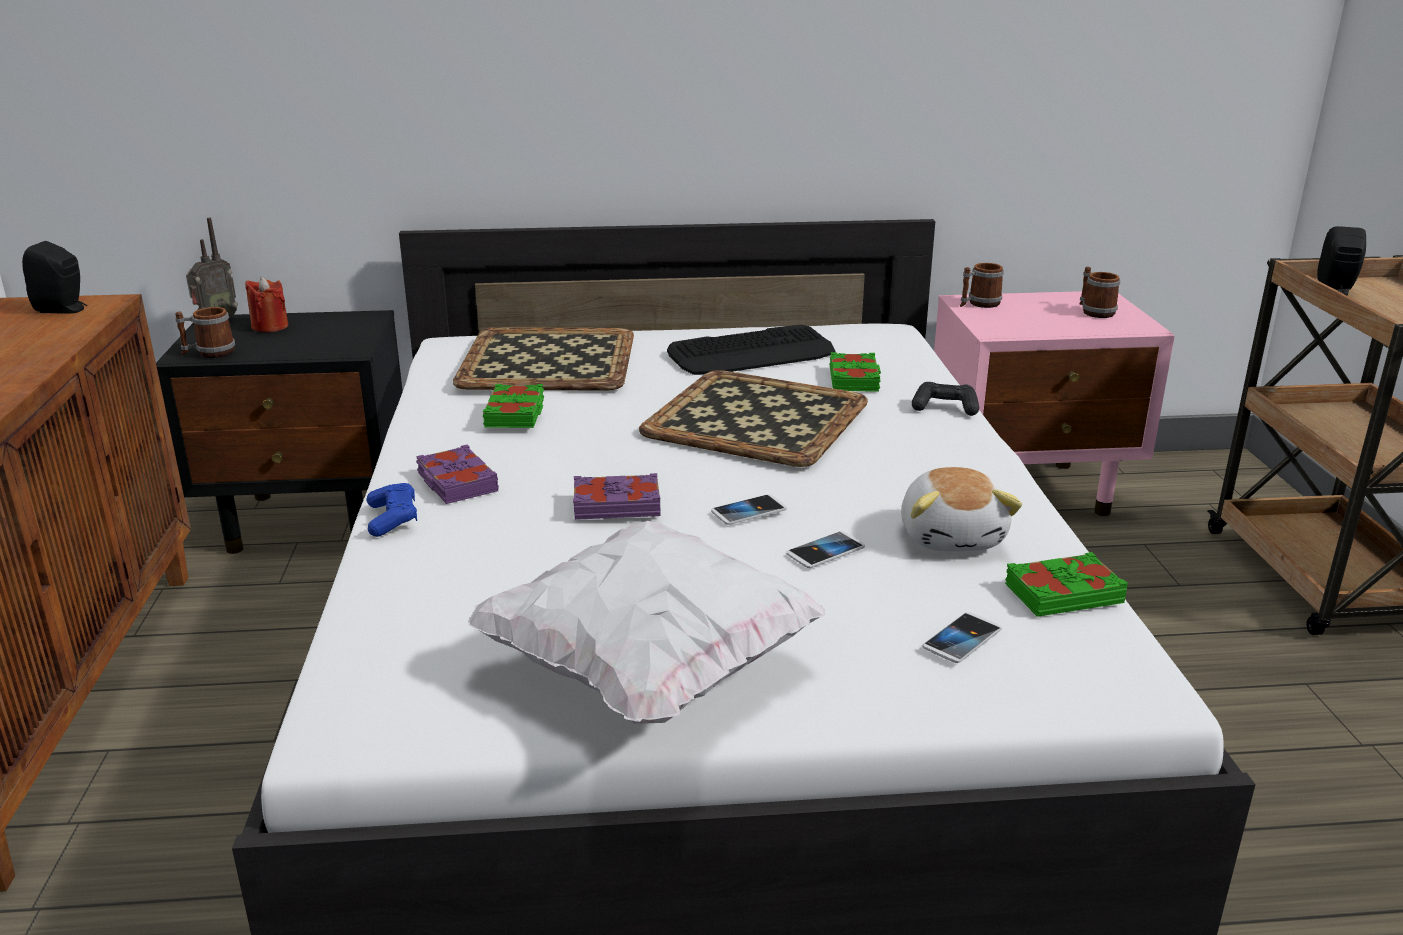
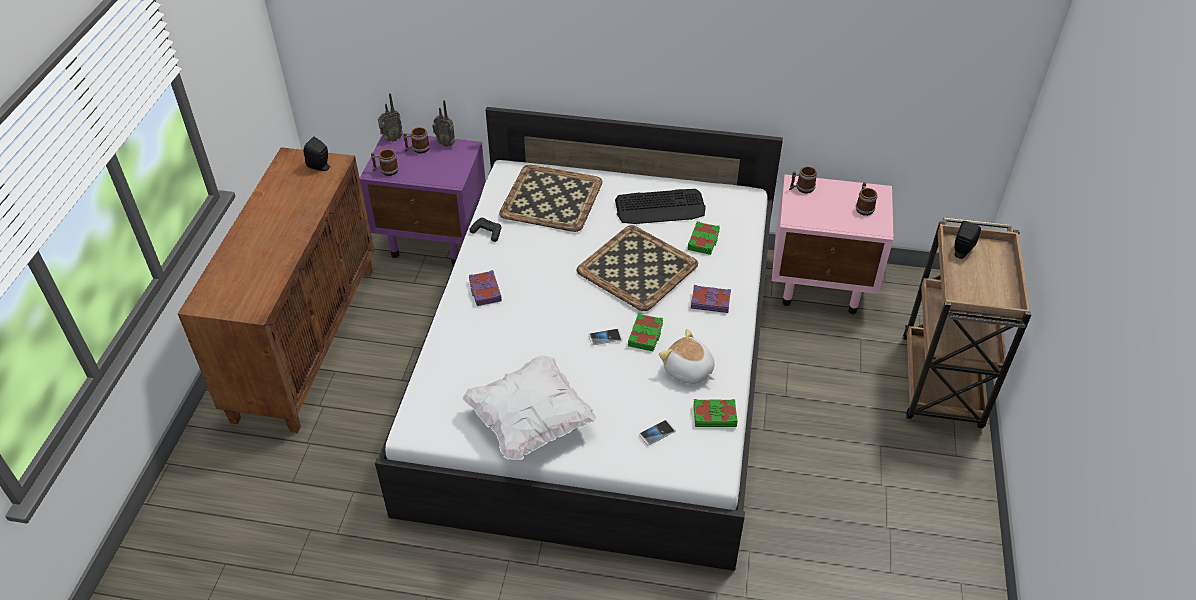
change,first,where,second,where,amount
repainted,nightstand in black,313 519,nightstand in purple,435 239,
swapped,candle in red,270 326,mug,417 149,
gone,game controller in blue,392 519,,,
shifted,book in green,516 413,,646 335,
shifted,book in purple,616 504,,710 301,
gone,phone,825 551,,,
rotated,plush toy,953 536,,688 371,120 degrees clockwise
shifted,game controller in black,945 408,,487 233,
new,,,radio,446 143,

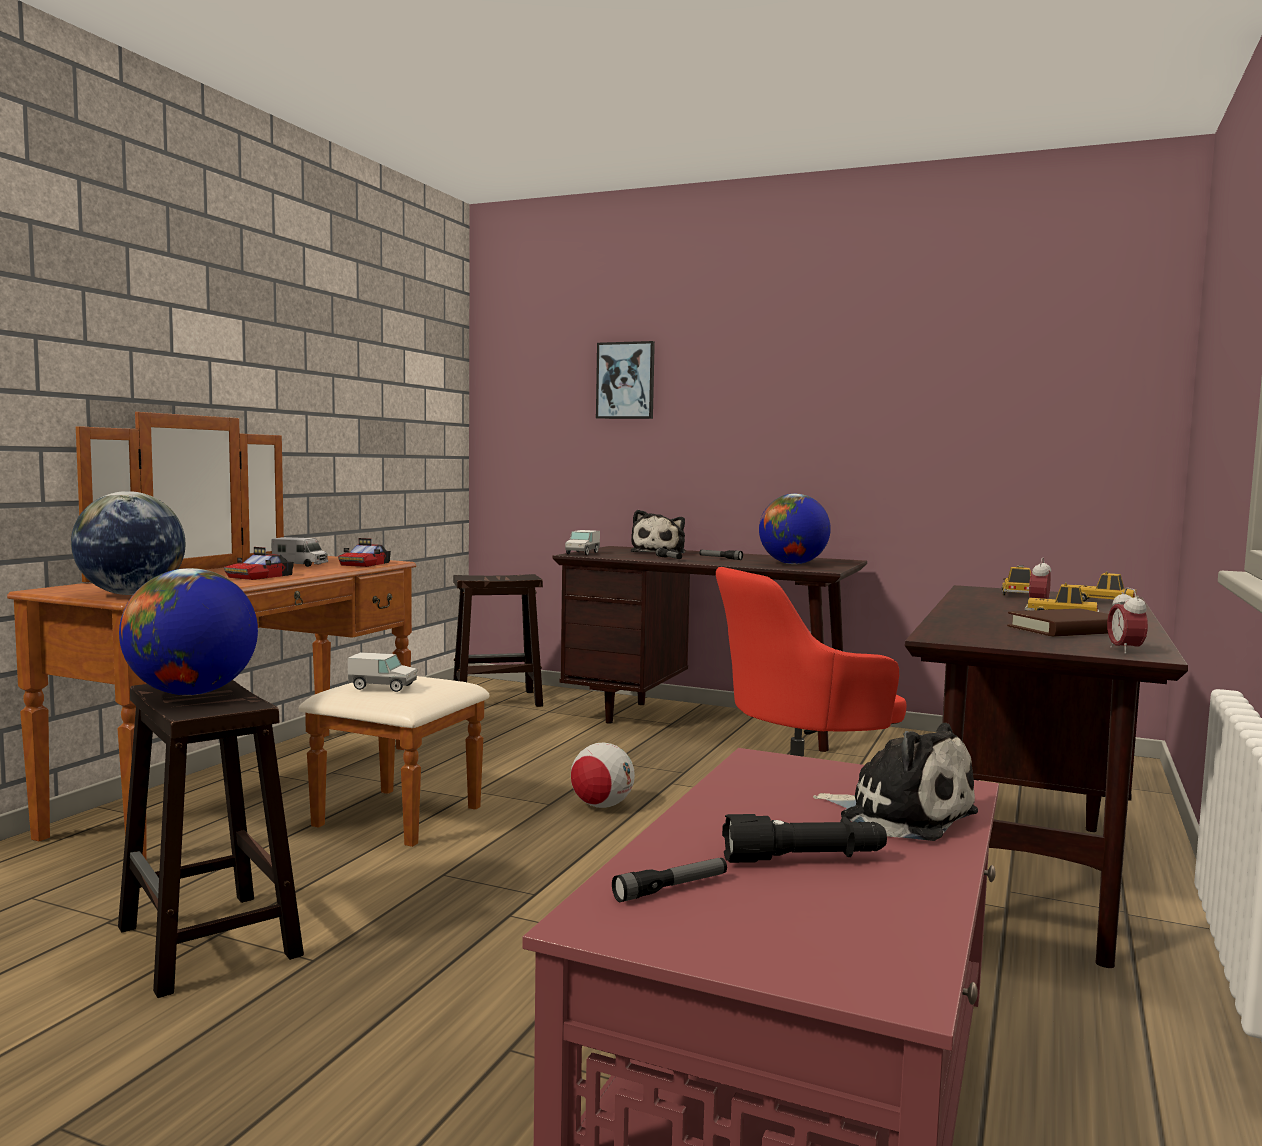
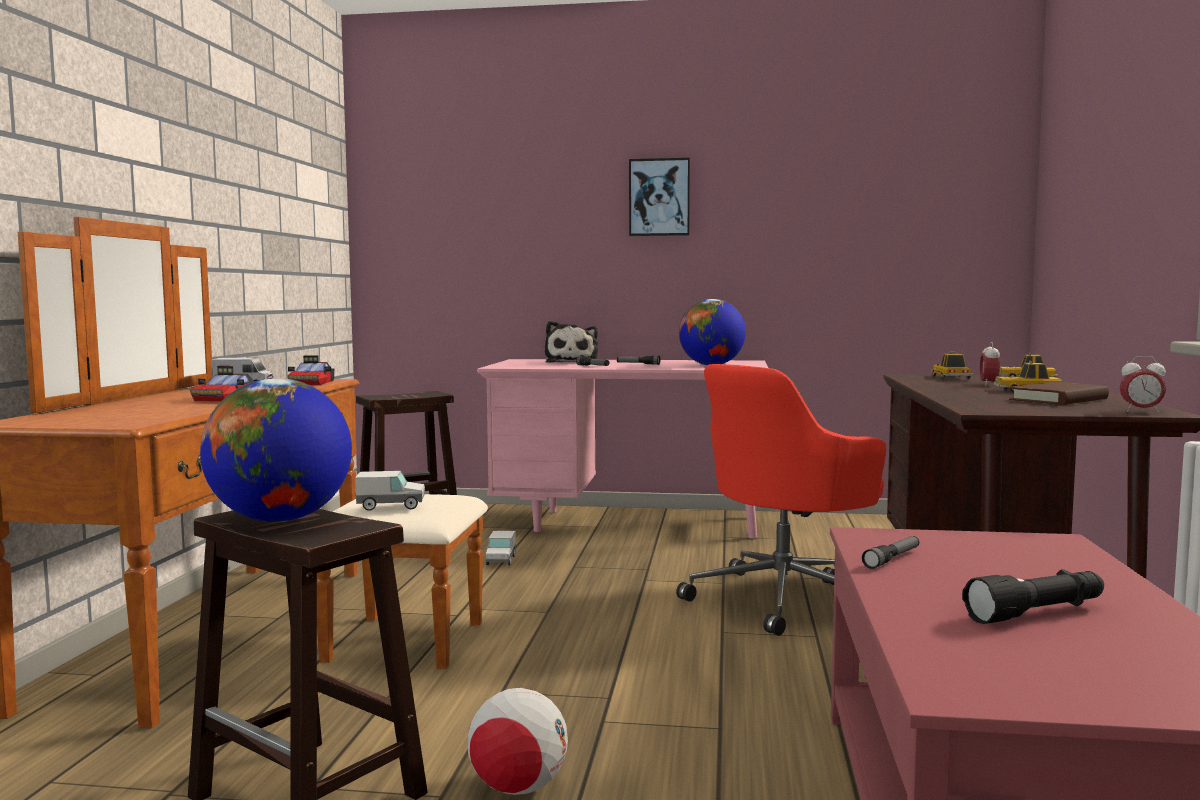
change,first,where,second,where,amount
gone,globe,130 594,,,
repainted,desk in brown,706 723,desk in pink,628 523,
shifted,toy truck,582 553,,501 560,
shifted,football,602 806,,518 788,
shifted,picture,626 380,,659 197,
shifted,flashlight,671 888,,892 559,
gone,plush toy,900 815,,,
rotated,alarm clock,1125 651,,1141 411,60 degrees counterclockwise

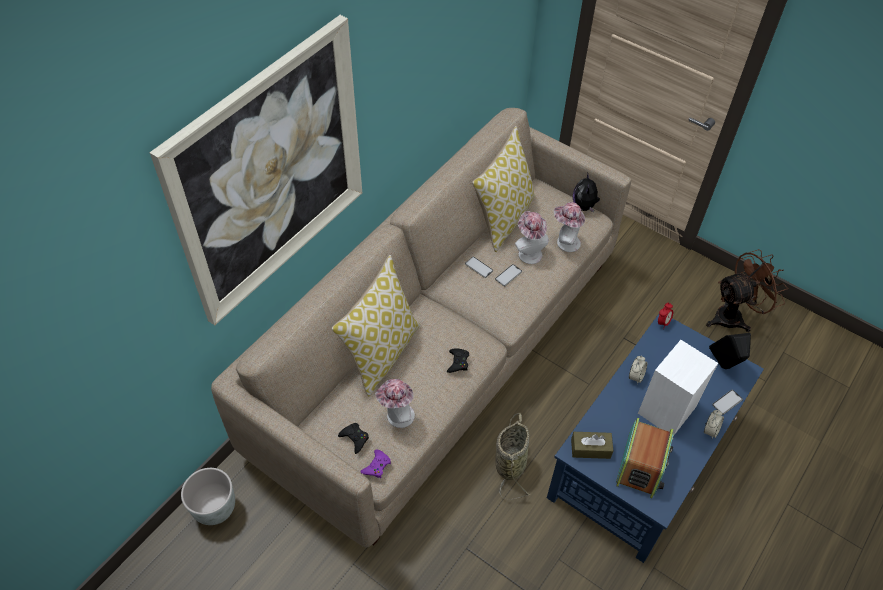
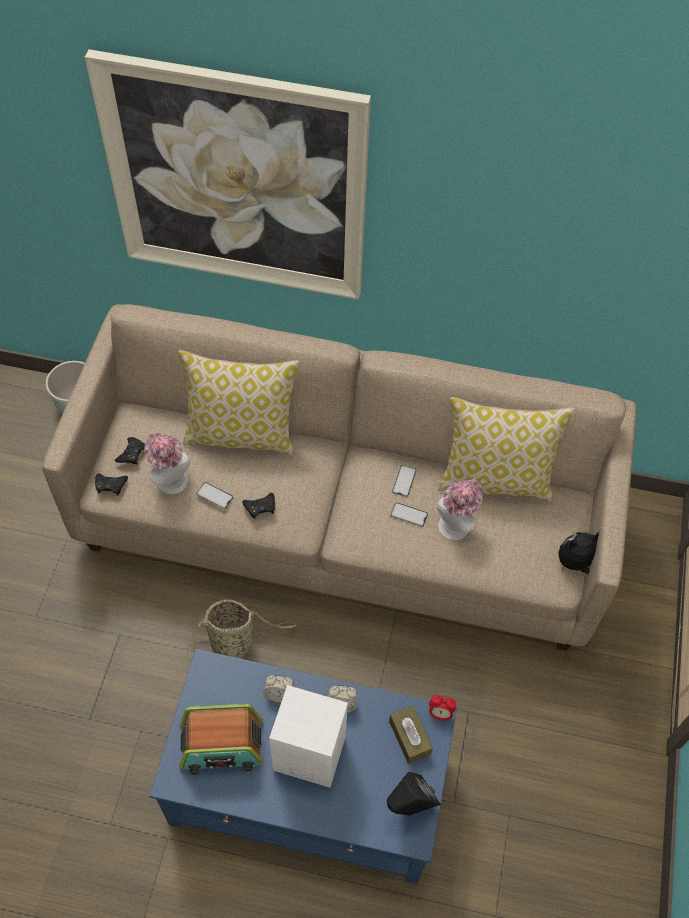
change,first,where,second,where,amount
repainted,game controller in purple,376 466,game controller in black,110 485,
gone,hat,565 242,,,
shifted,tissue box in brown,590 449,,409 737,
shifted,alarm clock,710 430,,279 694,
gone,fan in brown,734 316,,,
shifted,phone,727 402,,214 495,

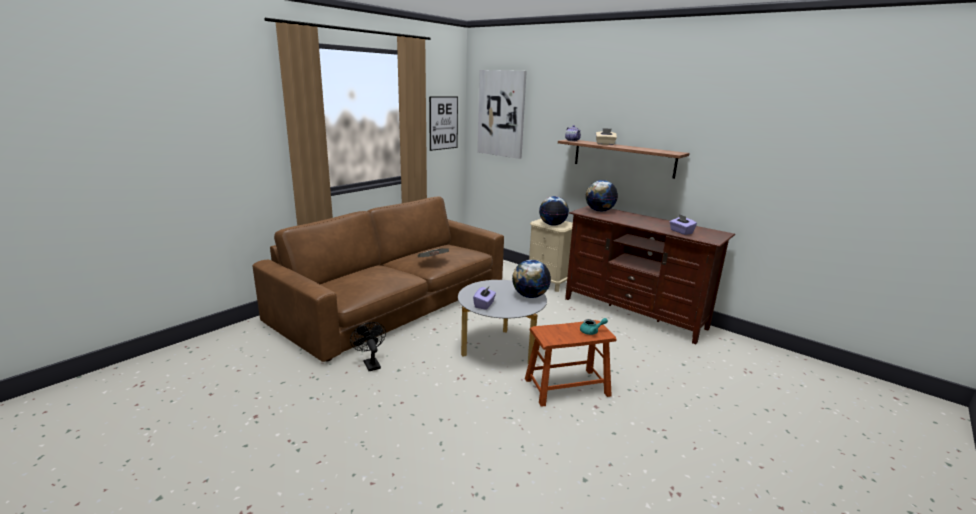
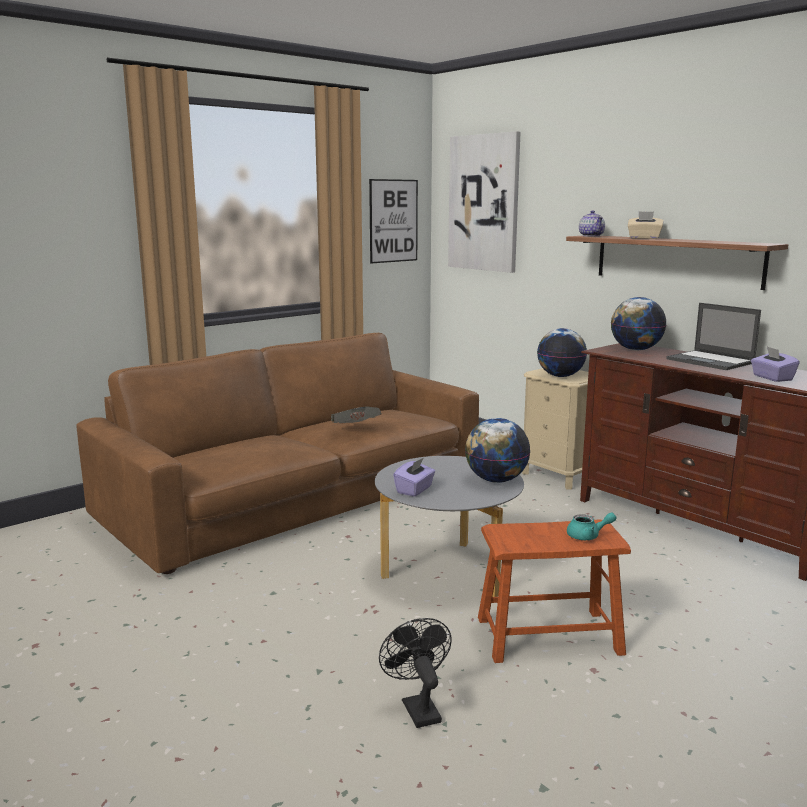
change,first,where,second,where,amount
shifted,fan in black,370 363,,417 707,
new,,,laptop,711 361,

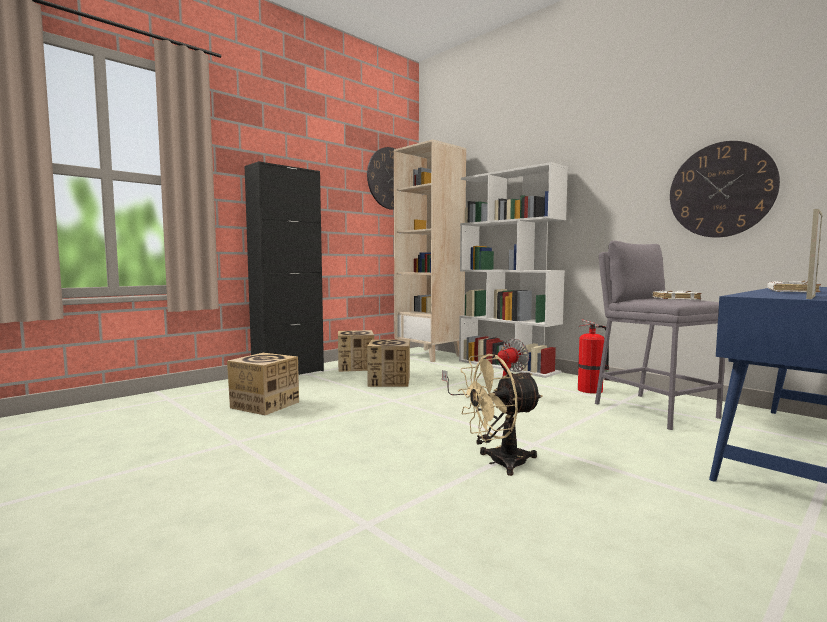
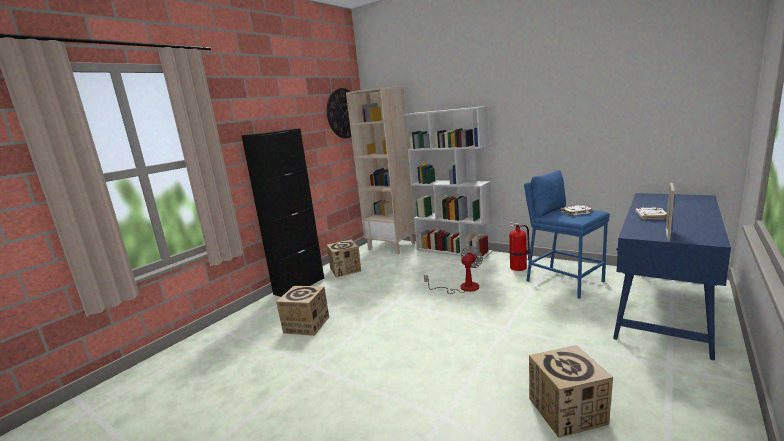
change,first,where,second,where,amount
shifted,cardboard box,389 381,,567 411,
gone,fan in beige,499 463,,,
repainted,stool in grey,654 410,stool in blue,564 281,
gone,wall clock,721 190,,,

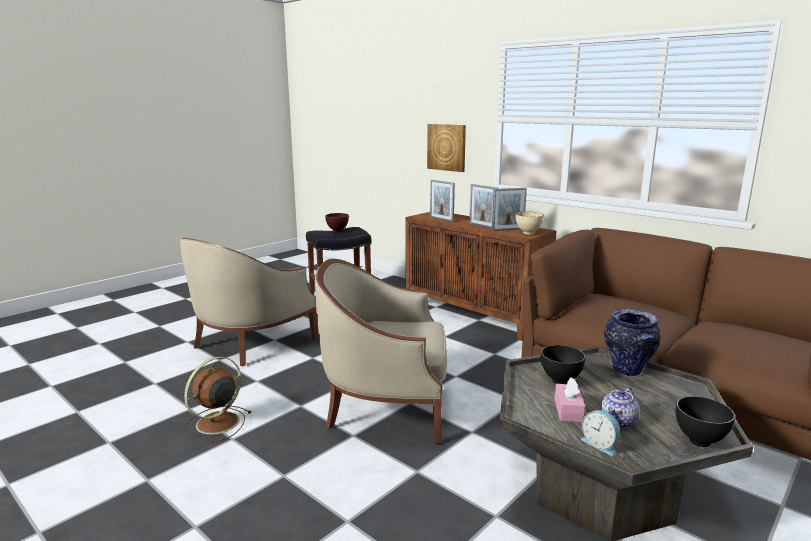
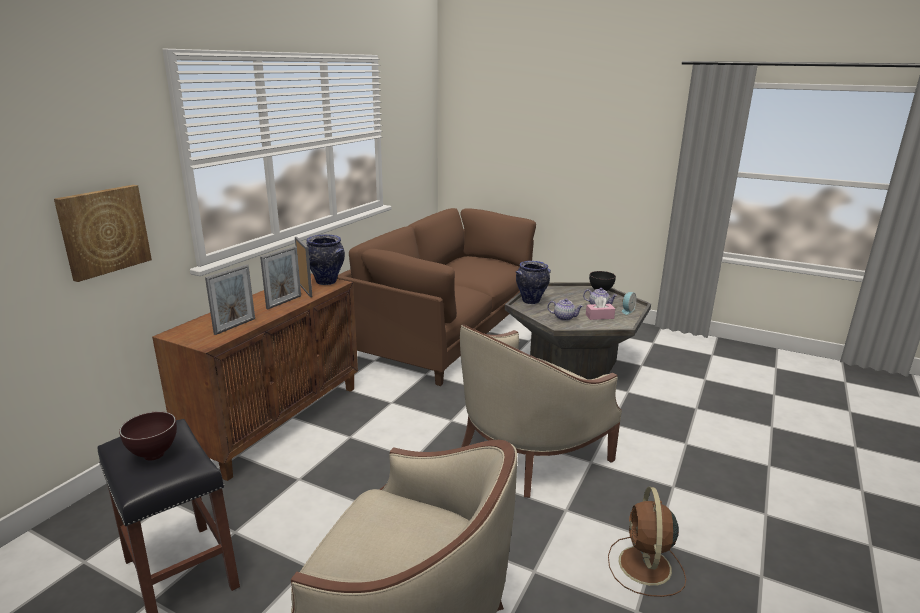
change,first,where,second,where,amount
rotated,fan in brown,216 424,,645 567,75 degrees clockwise
rotated,armchair in beige,387 404,,528 452,60 degrees clockwise
swapped,bowl in beige,528 234,vase,327 282,
swapped,bowl in black,561 382,teapot,564 317,

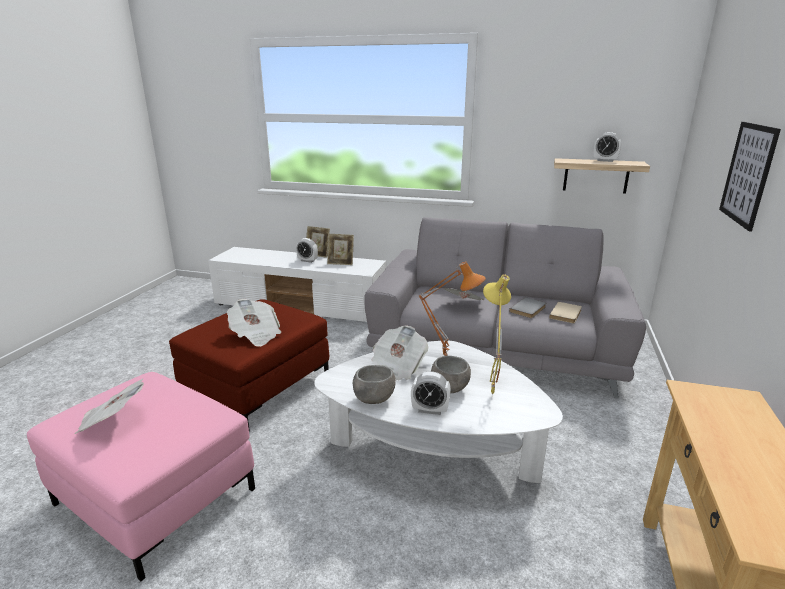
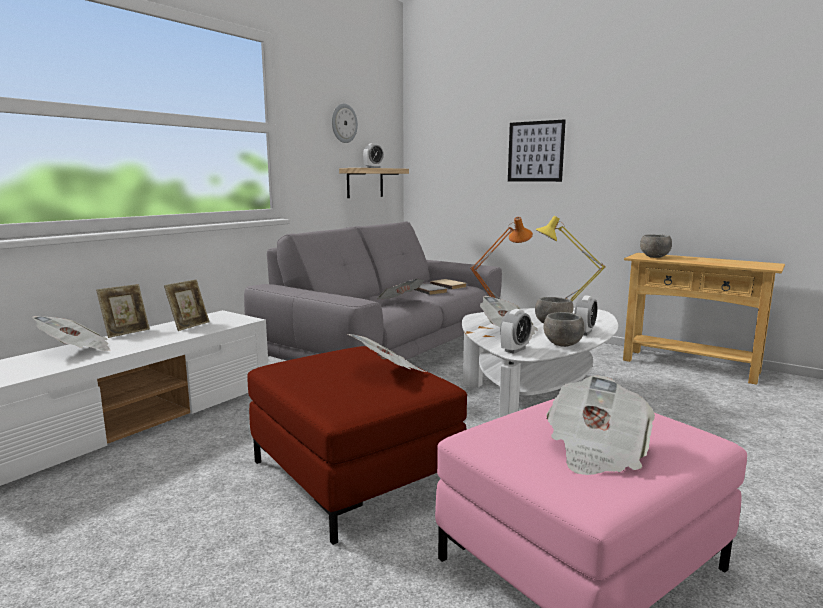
change,first,where,second,where,amount
shifted,alarm clock,307 261,,514 350,
new,,,newspaper,77 350,
new,,,wall clock,343 123,
new,,,bowl in grey,654 257,

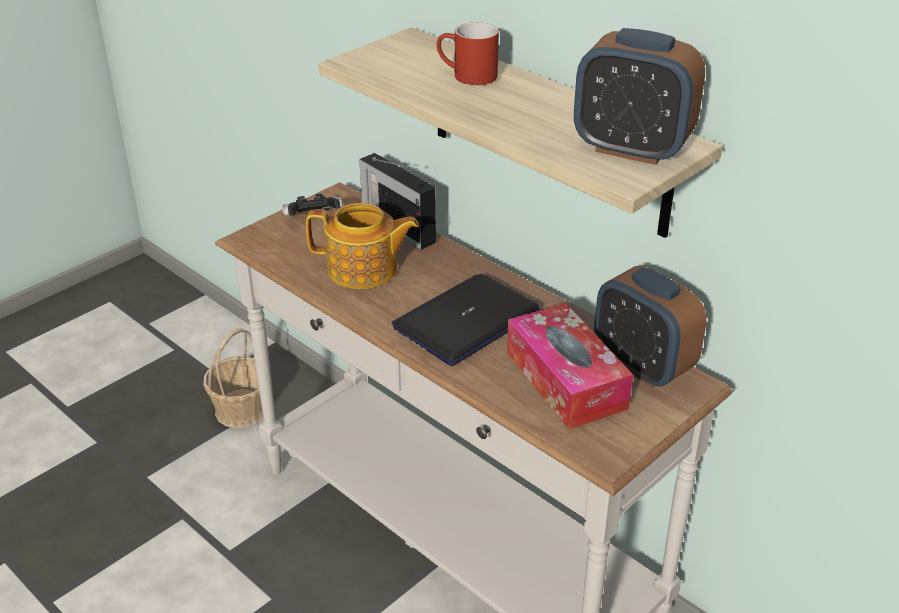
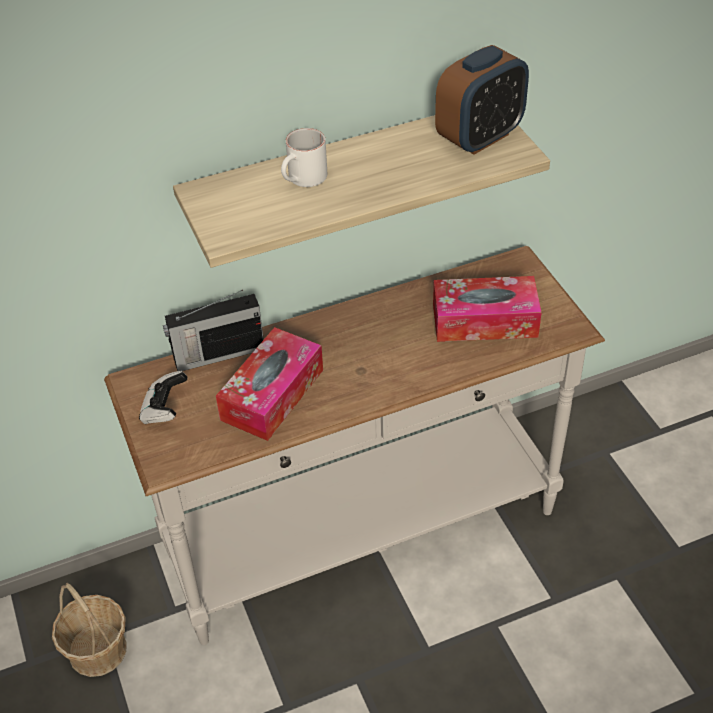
change,first,where,second,where,amount
swapped,teapot,364 270,tissue box,272 394,
gone,laptop,466 320,,,
repainted,mug in red,466 76,mug in white,304 180,
gone,alarm clock,642 366,,,

